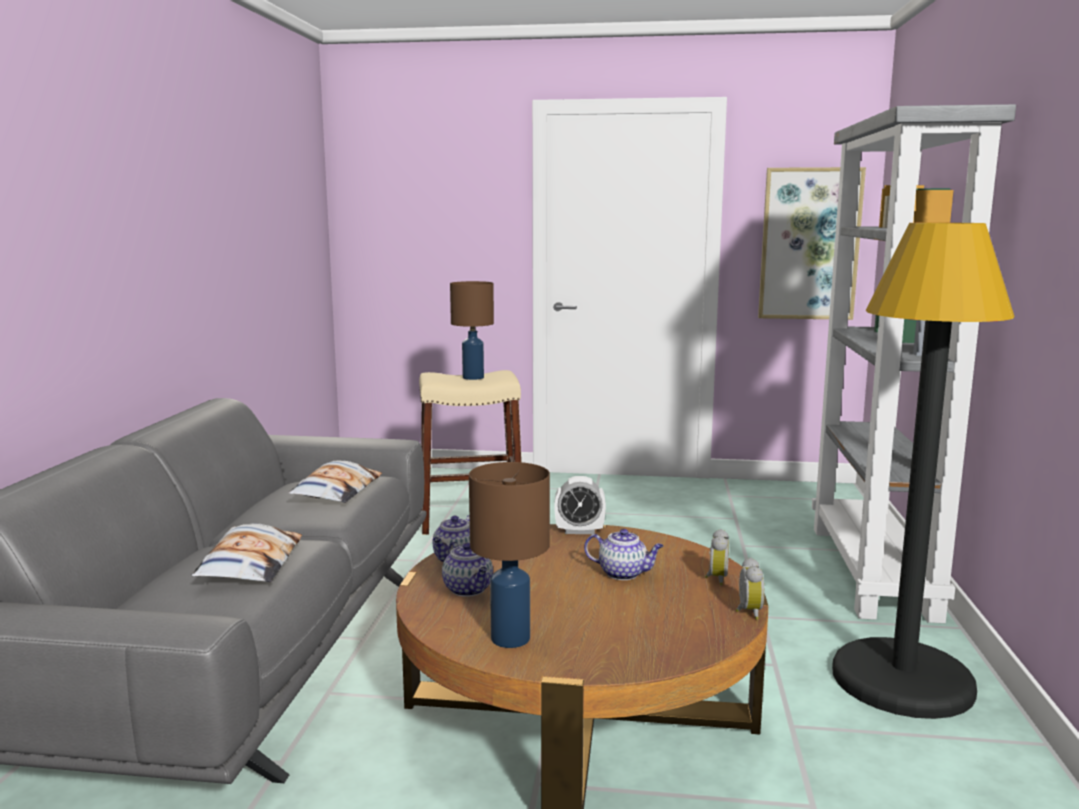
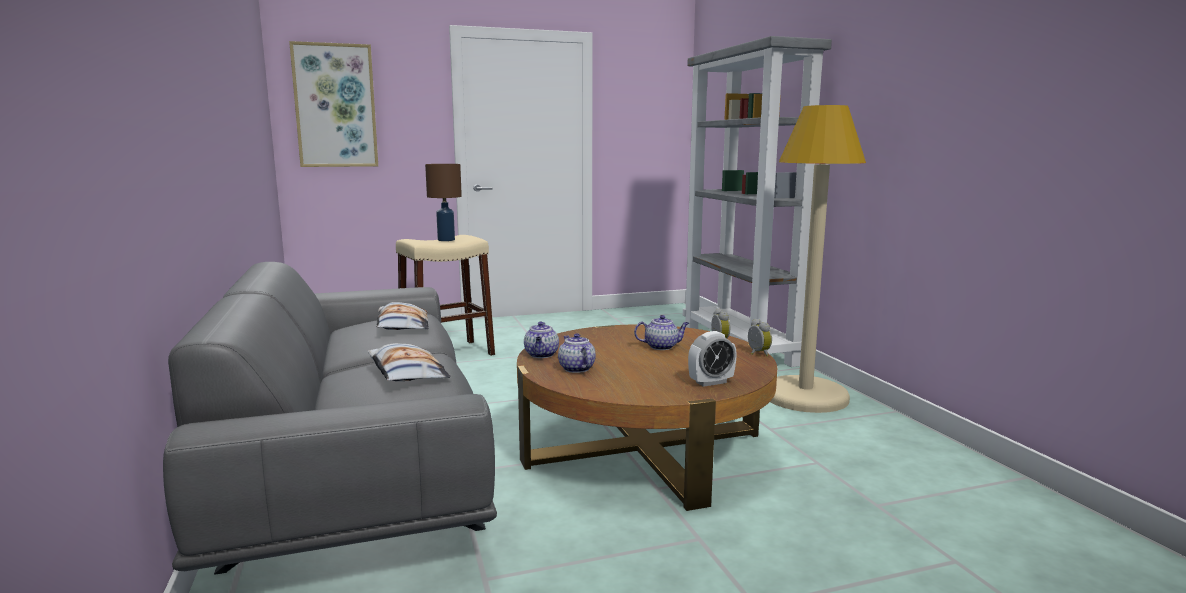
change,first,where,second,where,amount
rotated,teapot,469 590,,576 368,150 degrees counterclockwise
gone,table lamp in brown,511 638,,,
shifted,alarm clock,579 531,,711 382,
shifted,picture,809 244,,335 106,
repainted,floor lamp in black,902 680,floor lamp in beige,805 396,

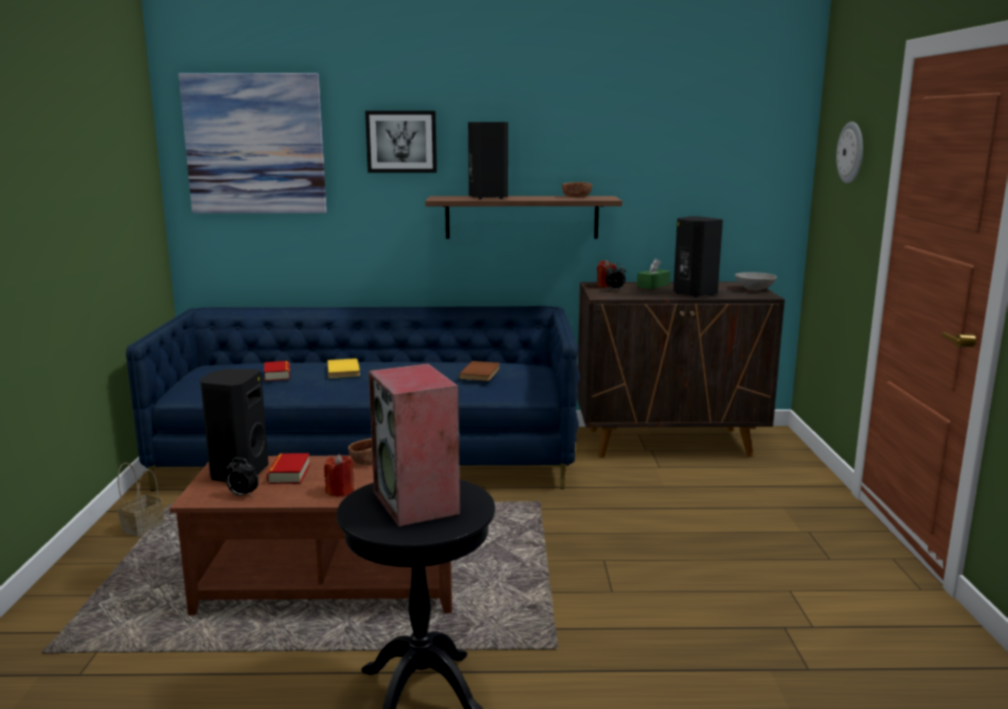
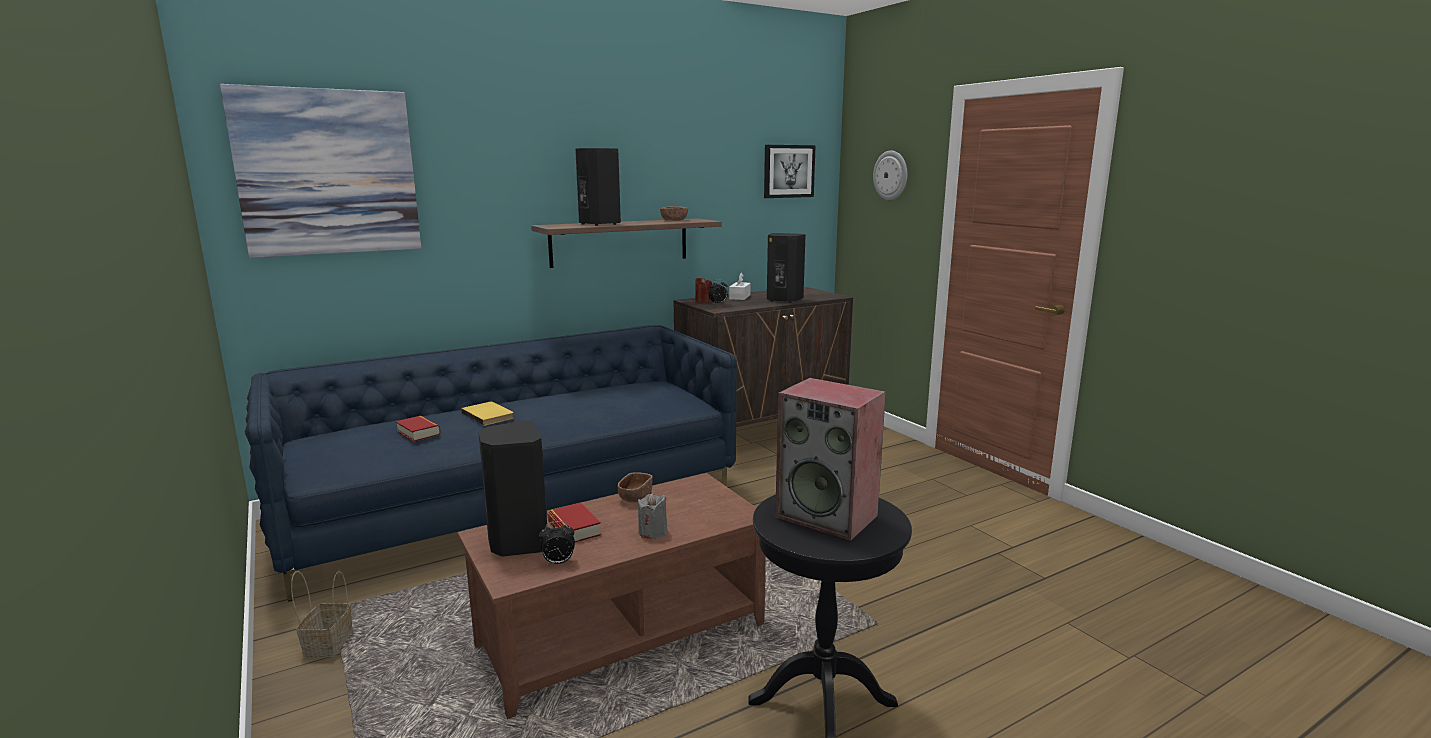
change,first,where,second,where,amount
repainted,candle in red,340 491,candle in grey,652 532,
shifted,picture,401 141,,788 171,
gone,book in brown,481 373,,,
repainted,tissue box in green,653 286,tissue box in white,739 297,
gone,bowl in grey,754 289,,,

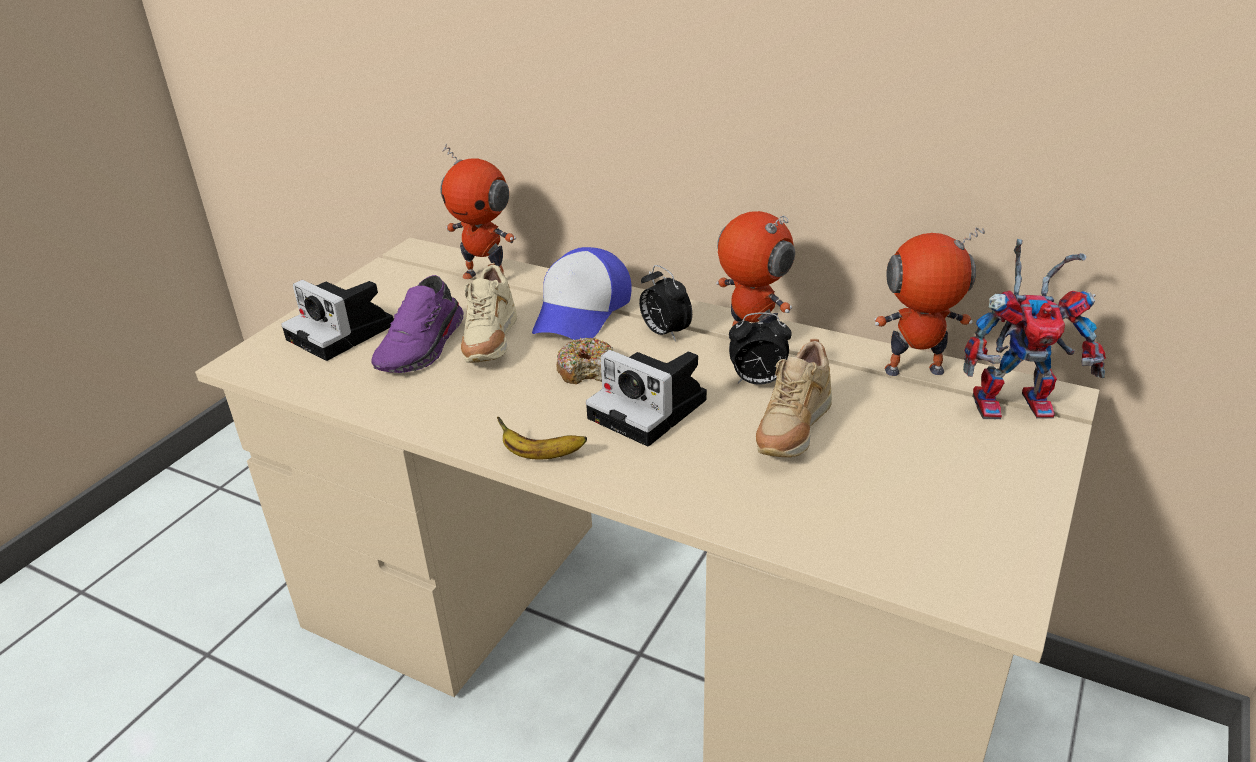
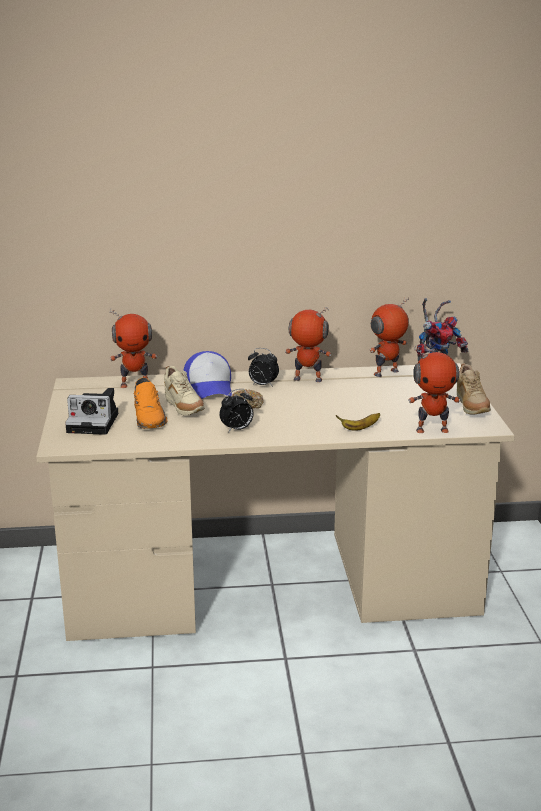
change,first,where,second,where,amount
repainted,shoe in purple,423 347,shoe in orange,150 417,
shifted,banana,541 455,,359 428,
gone,photo camera,652 410,,,
shifted,alarm clock,757 382,,237 429,
shifted,shoe in beige,791 433,,471 408,
new,,,toy robot,432 430,

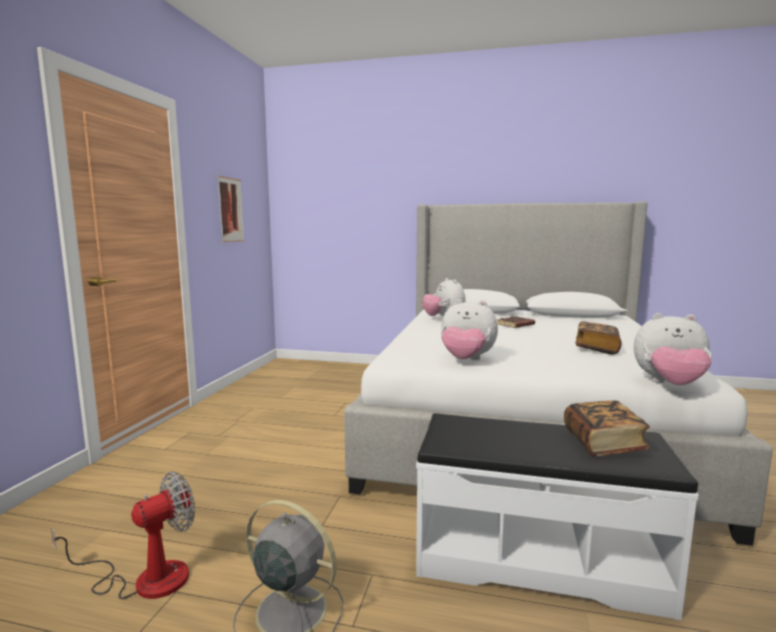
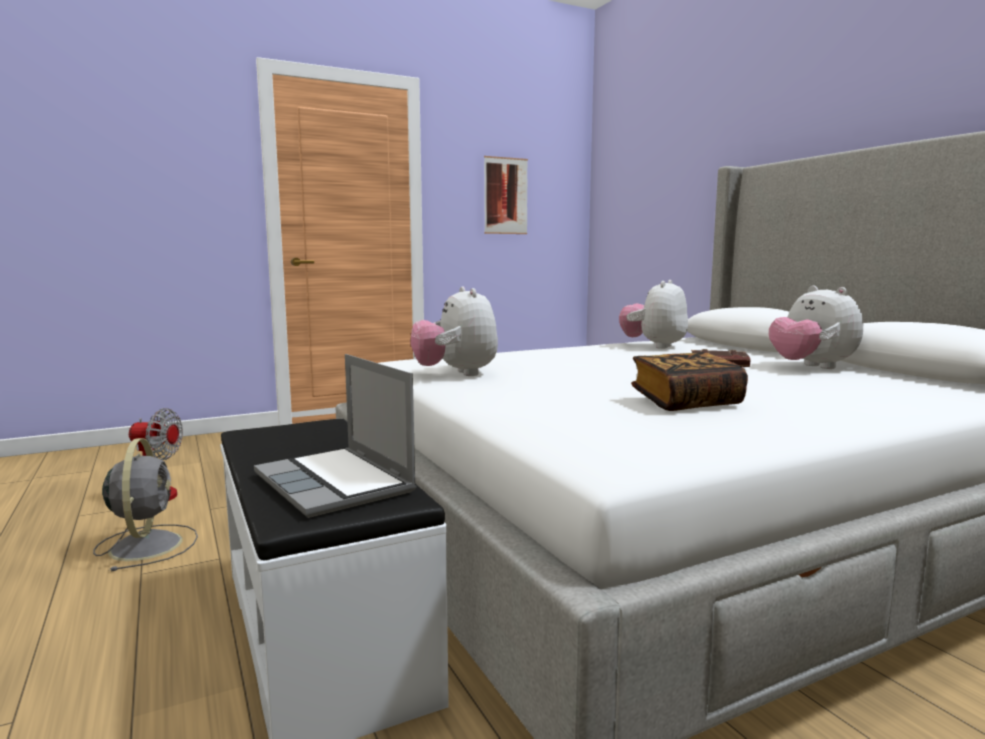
change,first,where,second,where,amount
swapped,book,603 444,laptop,336 483,
shifted,plush toy,669 385,,811 367,

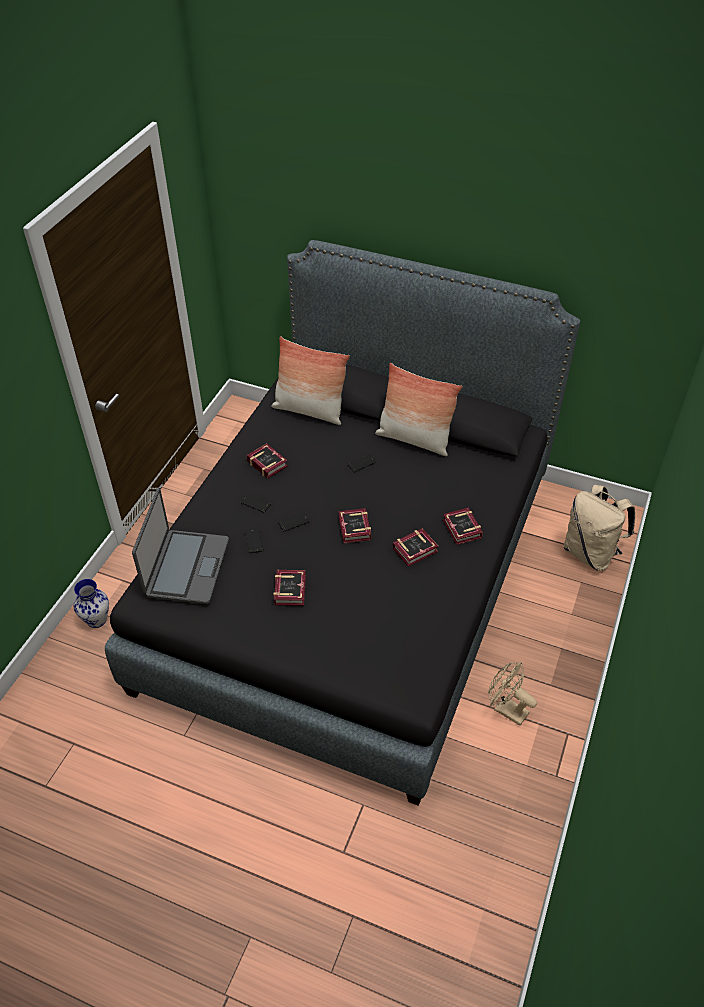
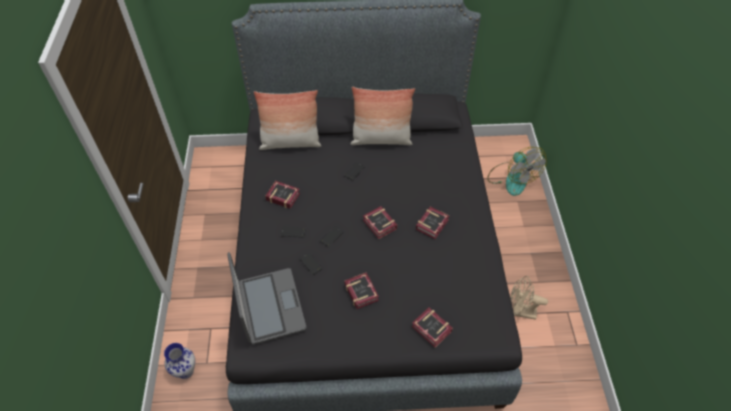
change,first,where,second,where,amount
shifted,book,461 530,,432 330,
swapped,backpack in beige,590 553,fan,512 178,

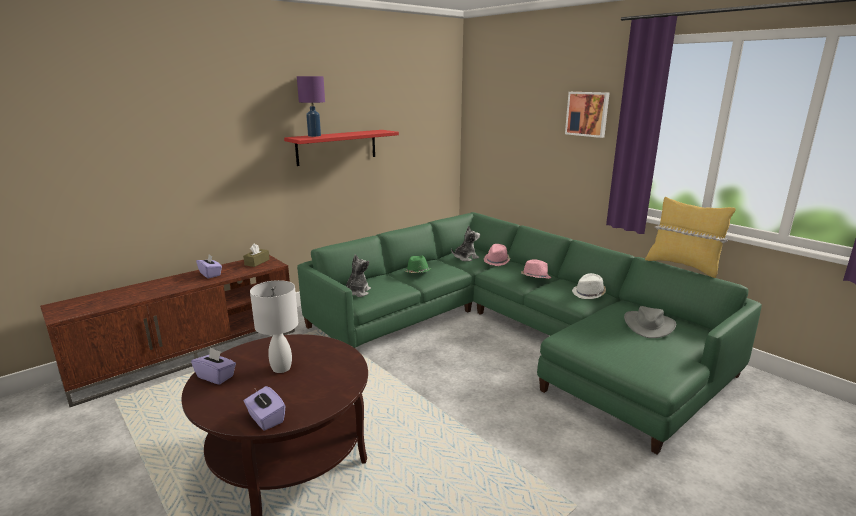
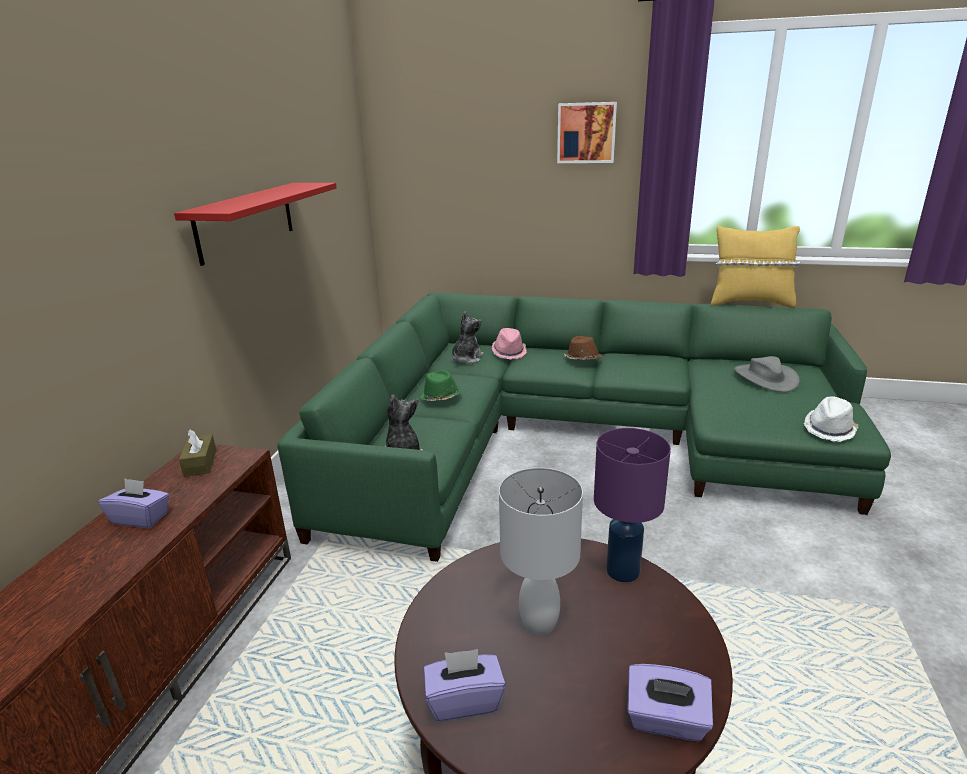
change,first,where,second,where,amount
shifted,table lamp in purple,314 136,,624 571,
repainted,hat in pink,535 277,hat in brown,582 360,
shifted,hat in white,589 294,,829 429,

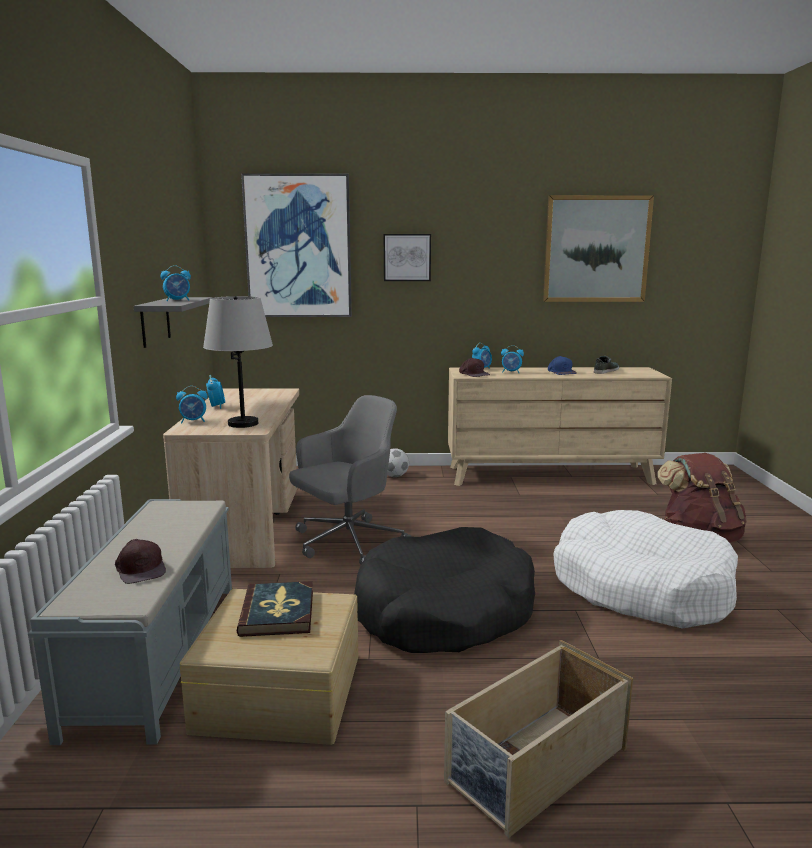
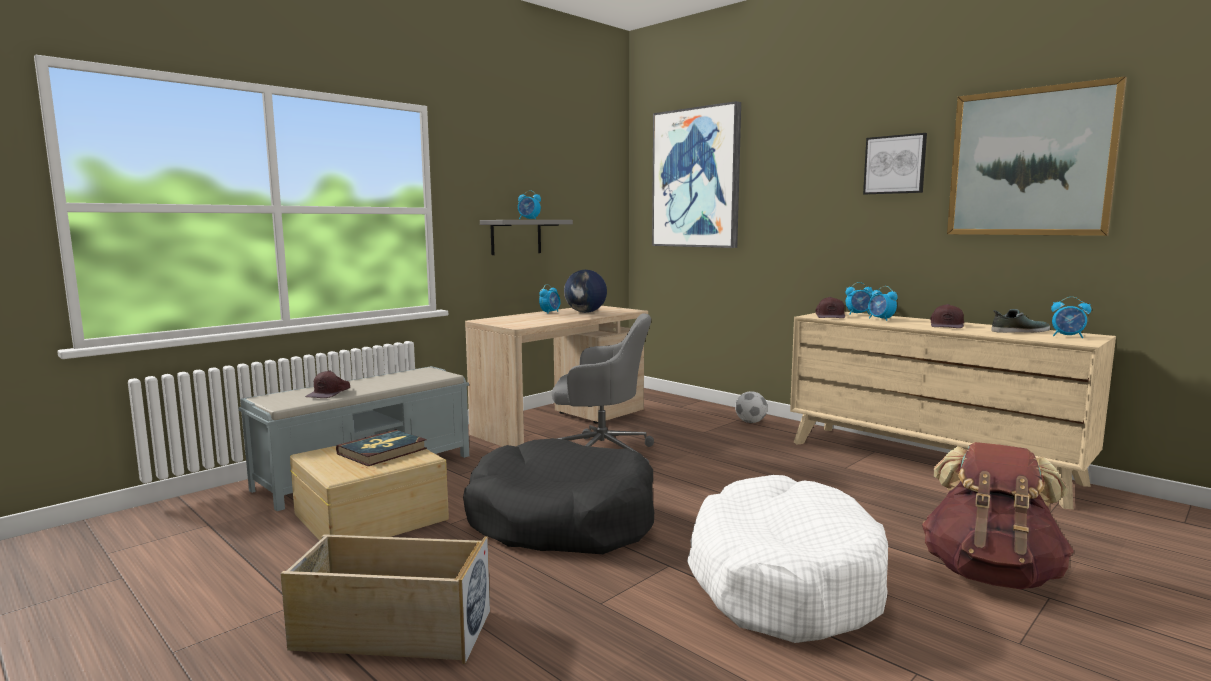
change,first,where,second,where,amount
shifted,alarm clock,193 421,,1068 336,
gone,table lamp in grey,243 424,,,
shifted,picture,407 257,,895 164,
repainted,cap in blue,561 372,cap in brown,947 325,
new,,,globe,585 312,

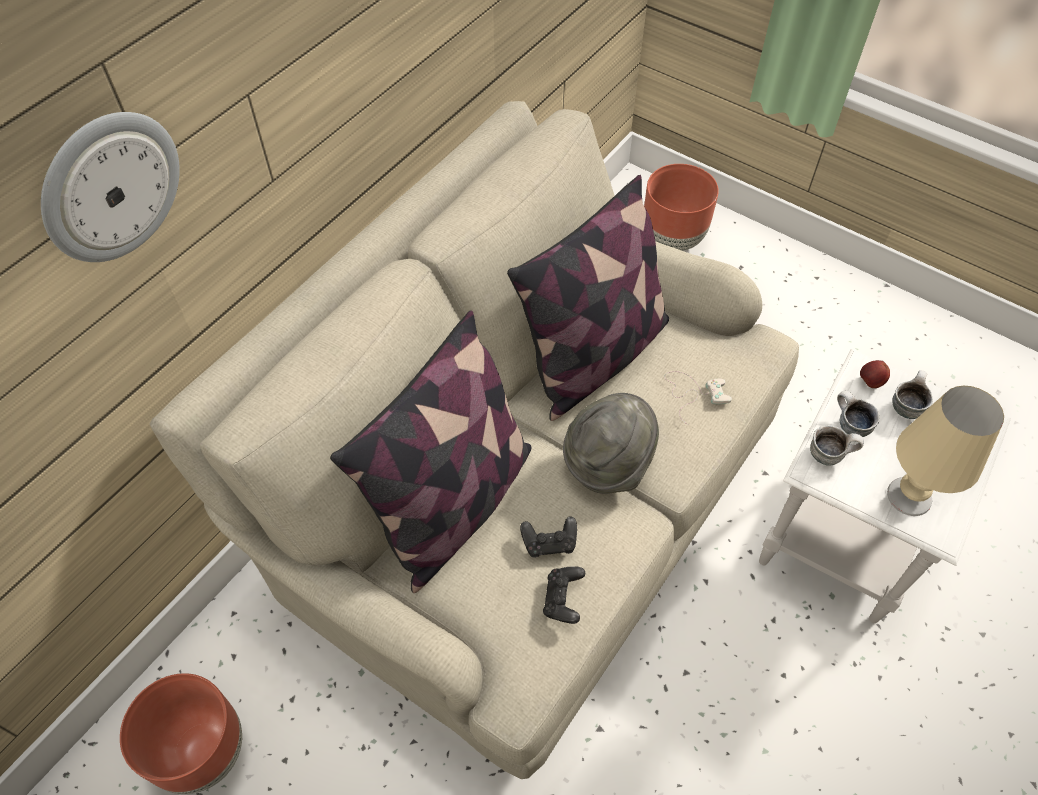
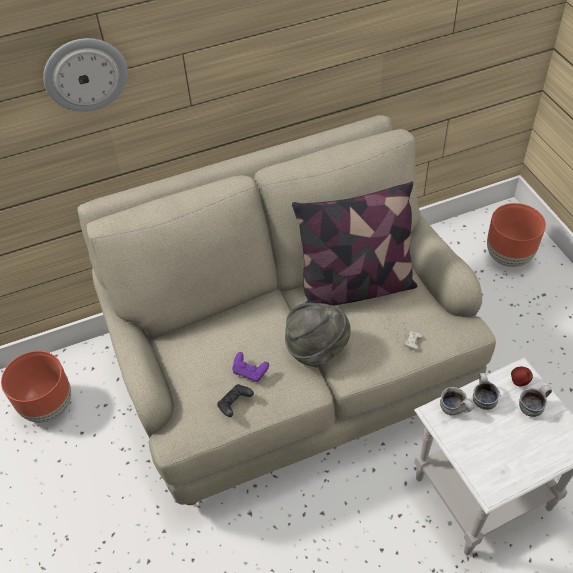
change,first,where,second,where,amount
gone,pillow,454 504,,,
repainted,game controller in black,549 542,game controller in purple,250 372,
gone,table lamp in beige,908 496,,,

